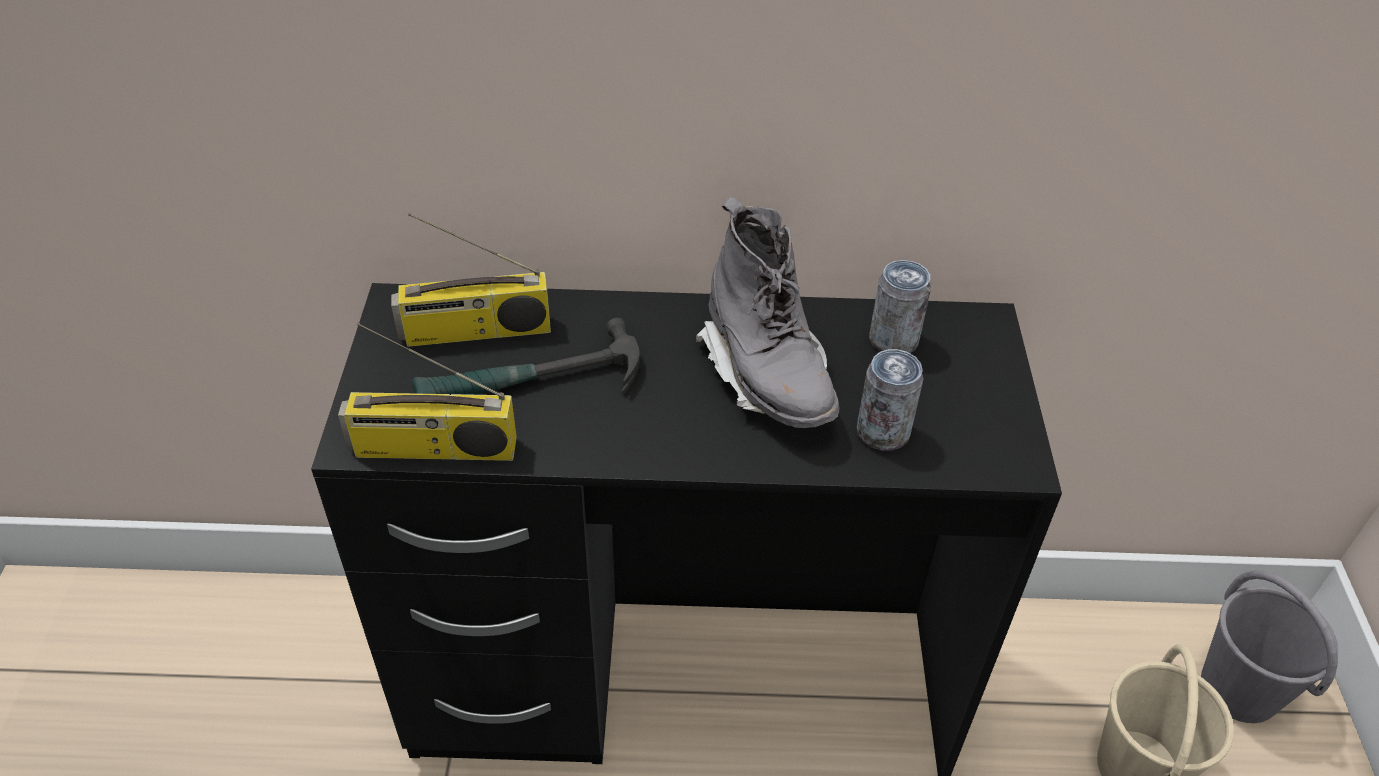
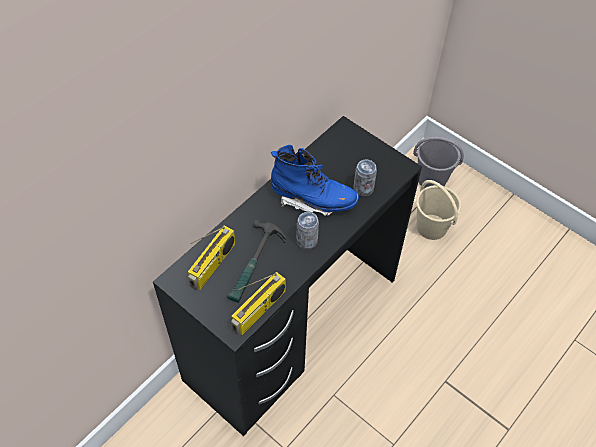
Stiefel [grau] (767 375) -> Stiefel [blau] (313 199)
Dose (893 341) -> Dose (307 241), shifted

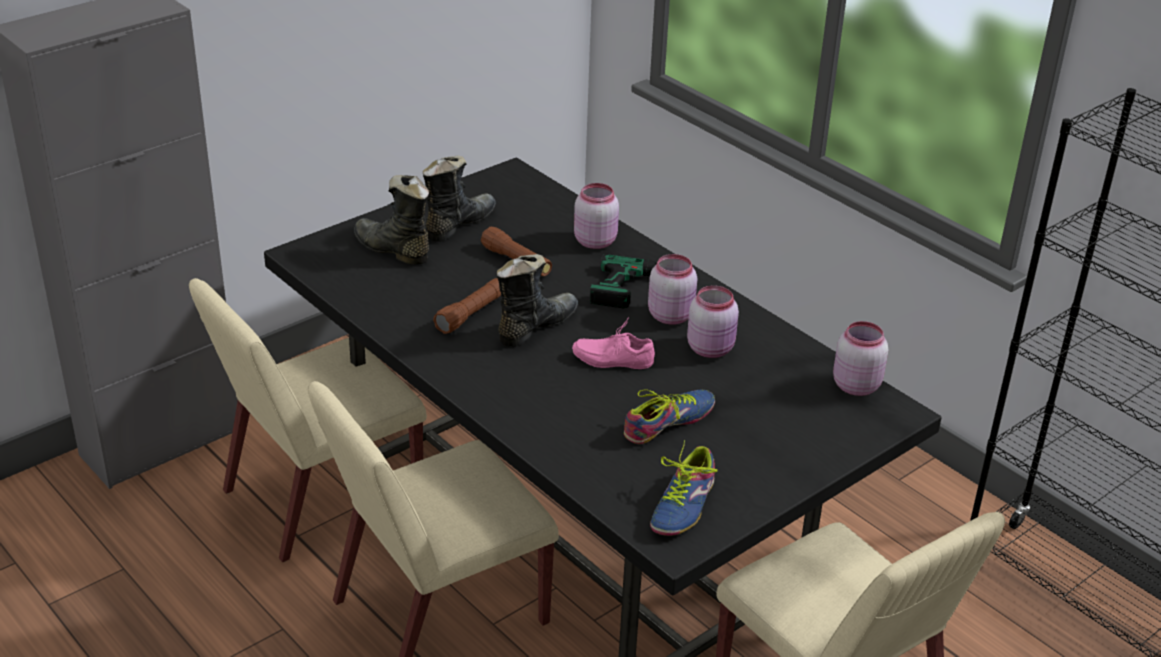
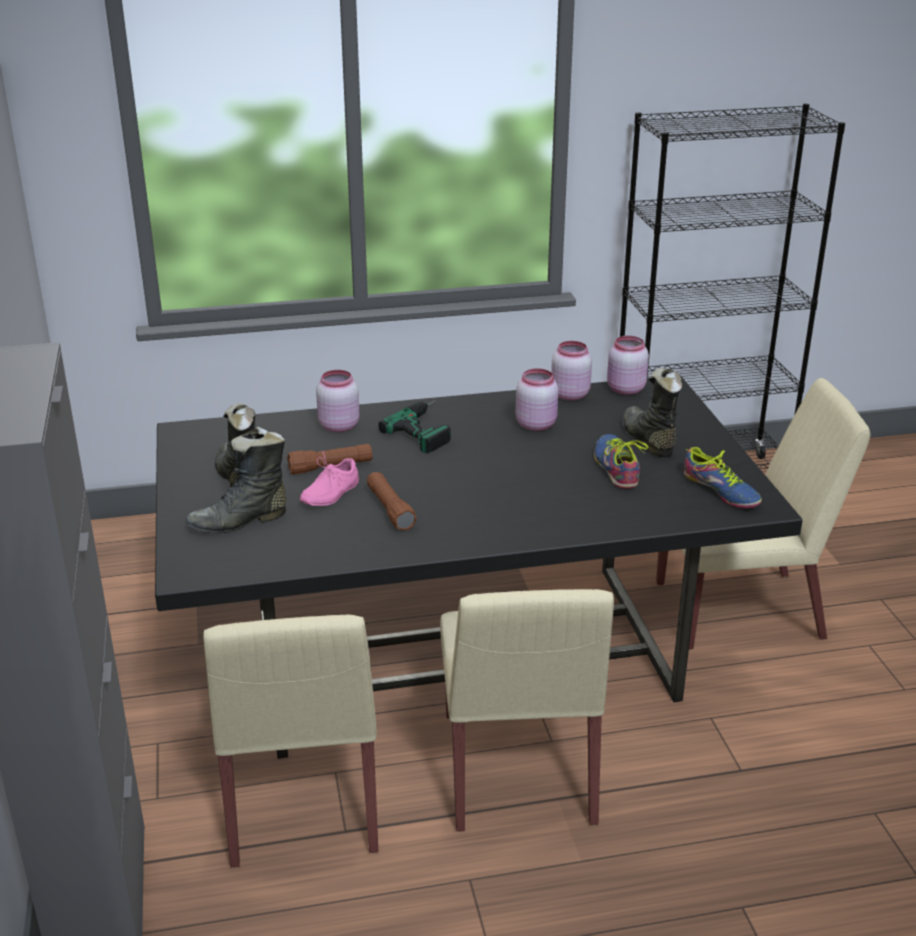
Schuh [rosa] (613 358) -> Schuh [rosa] (328 493), shifted
Vorratsglas [rosa] (671 315) -> Vorratsglas [rosa] (569 394), shifted
Stiefel [schwarz] (535 326) -> Stiefel [schwarz] (647 439), shifted

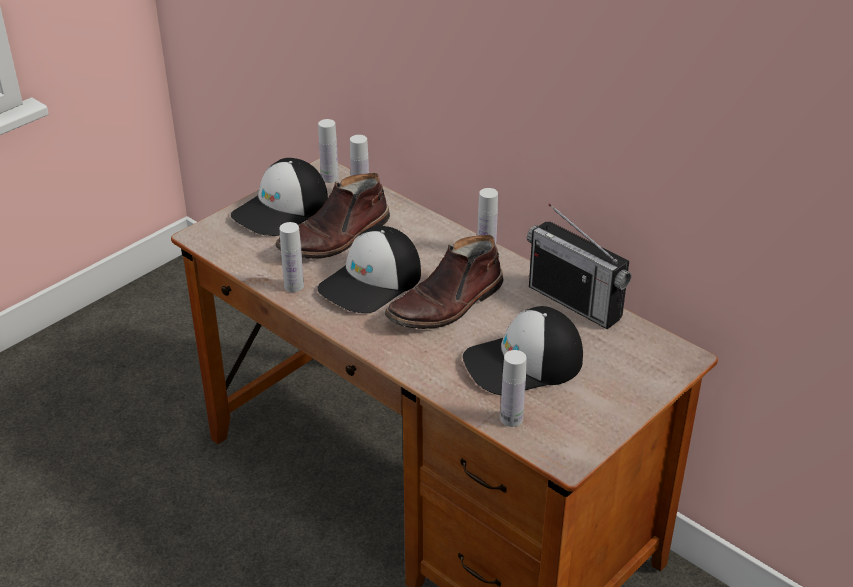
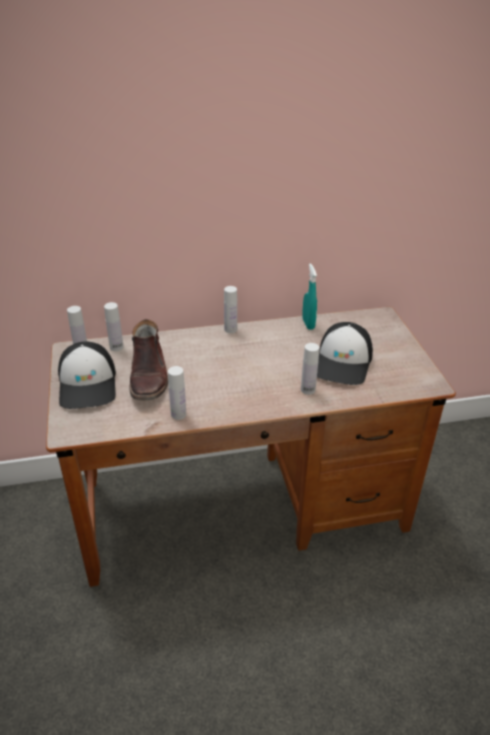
Flasche [weiß] (511 419) -> Flasche [weiß] (308 390), shifted
Radio (575 302) -> Sprühflasche [türkis] (308 324)
Kappe (371 282) -> none
Stiefel [braun] (447 305) -> none

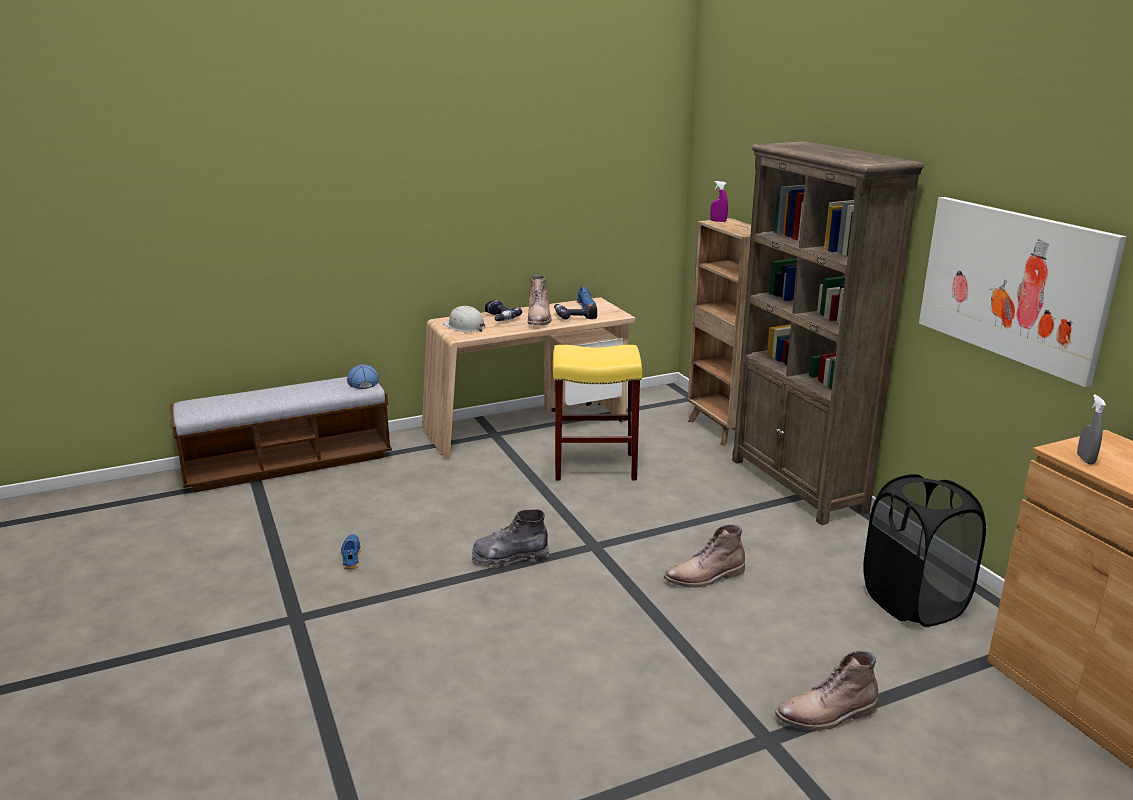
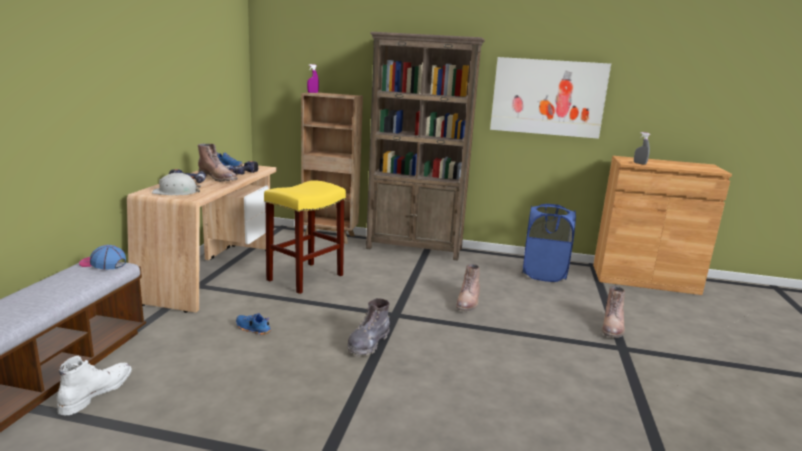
none -> Stiefel [weiß] (96 392)
Schuh [blau] (350 557) -> Schuh [blau] (252 329), shifted
Wäschekorb [schwarz] (913 602) -> Wäschekorb [blau] (543 274)

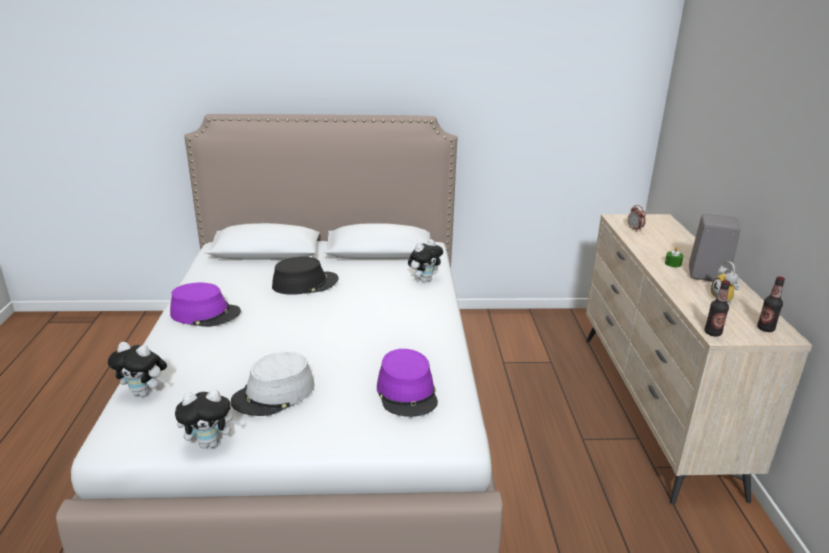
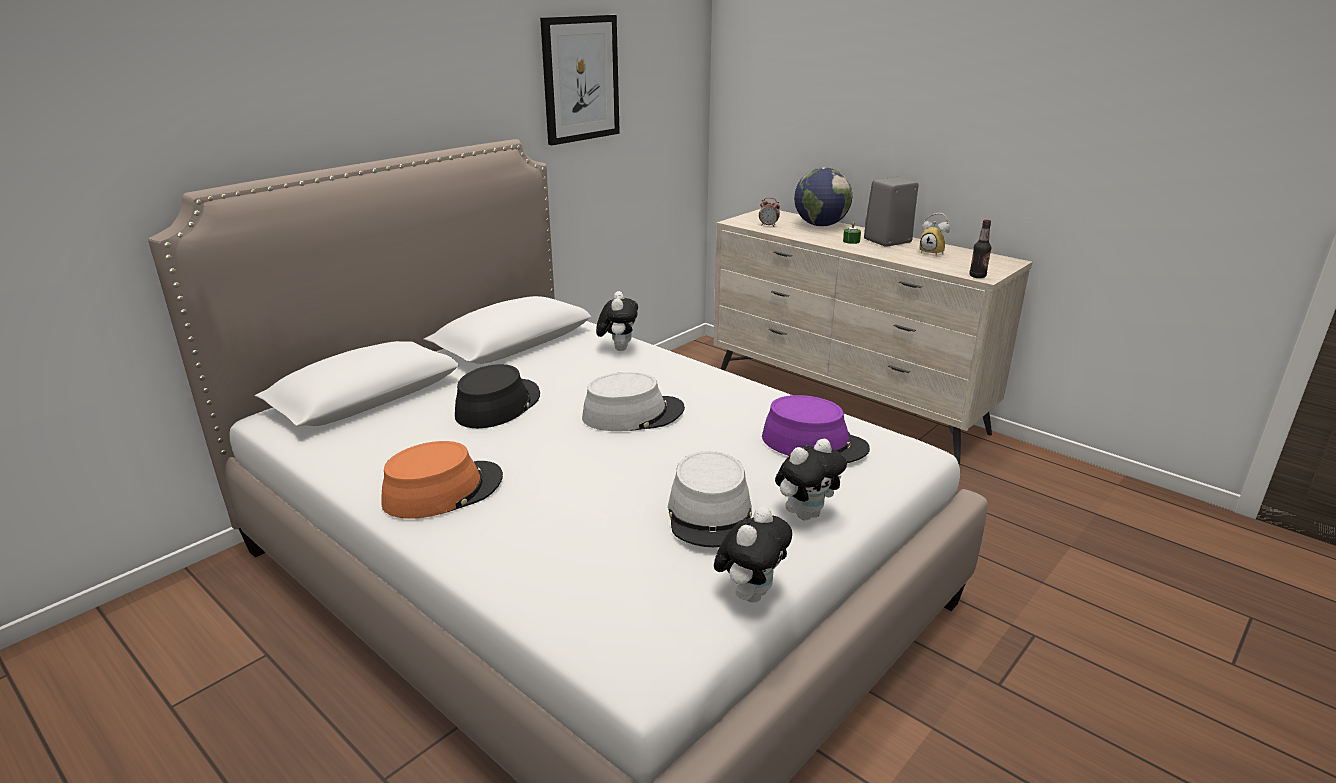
Hut [lila] (205 313) -> Hut [orange] (443 490)
none -> Bild (580 79)
none -> Hut [grau] (633 414)
Plüschtier (144 393) -> Plüschtier (806 514), shifted
none -> Globus (820 225)
Flasche (765 329) -> none

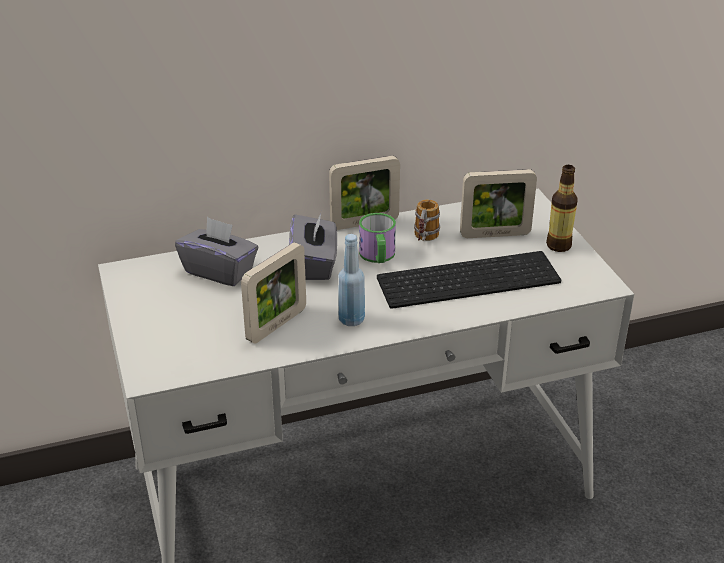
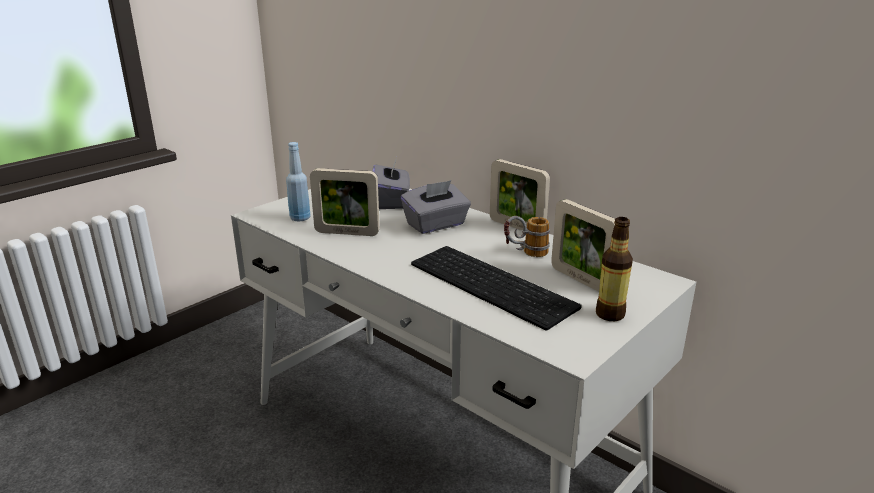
Flasche [blau] (351 320) -> Flasche [blau] (300 218), shifted
Henkelbecher (378 256) -> none

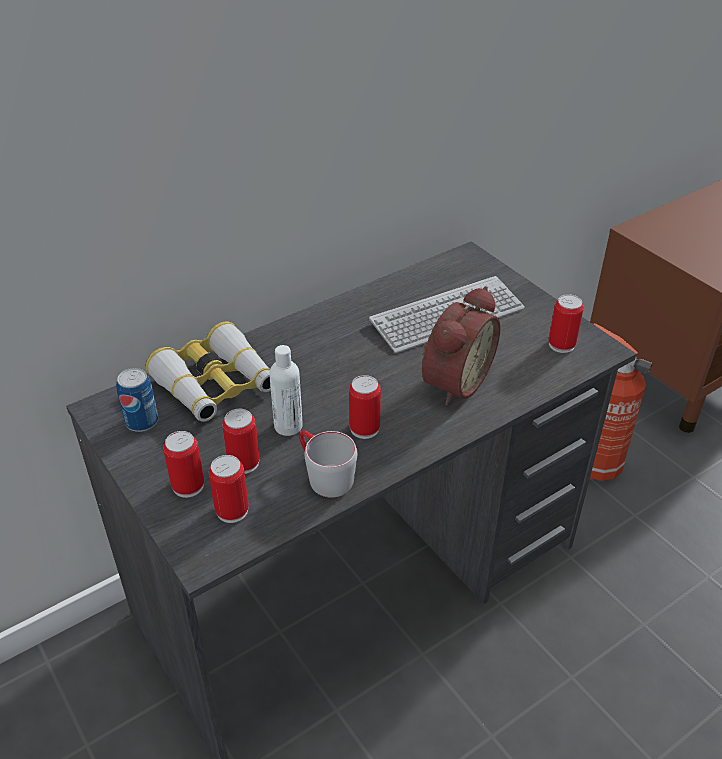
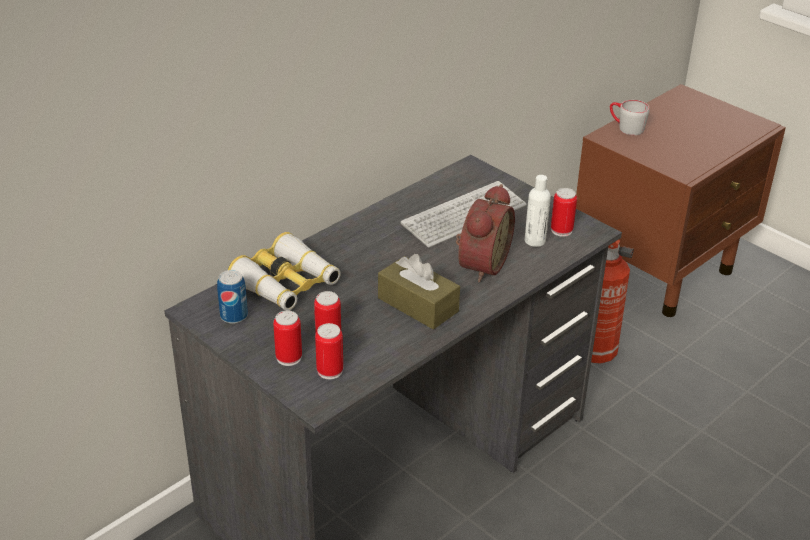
Dose (364 428) -> Taschentuchbox [braun] (418 305)
Flasche [weiß] (288 426) -> Flasche [weiß] (535 241), shifted
Henkelbecher [grau] (323 475) -> Henkelbecher [grau] (625 127), shifted

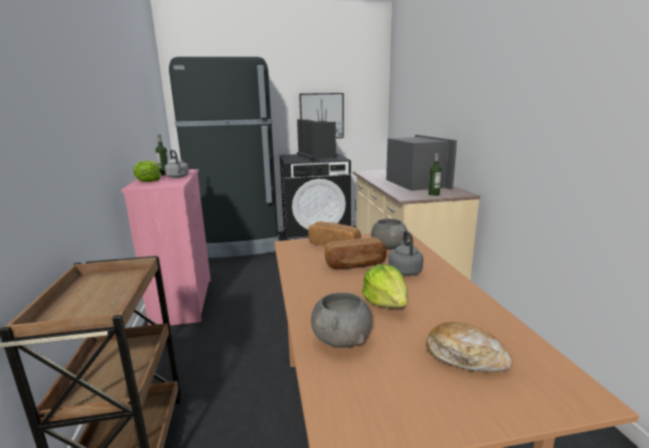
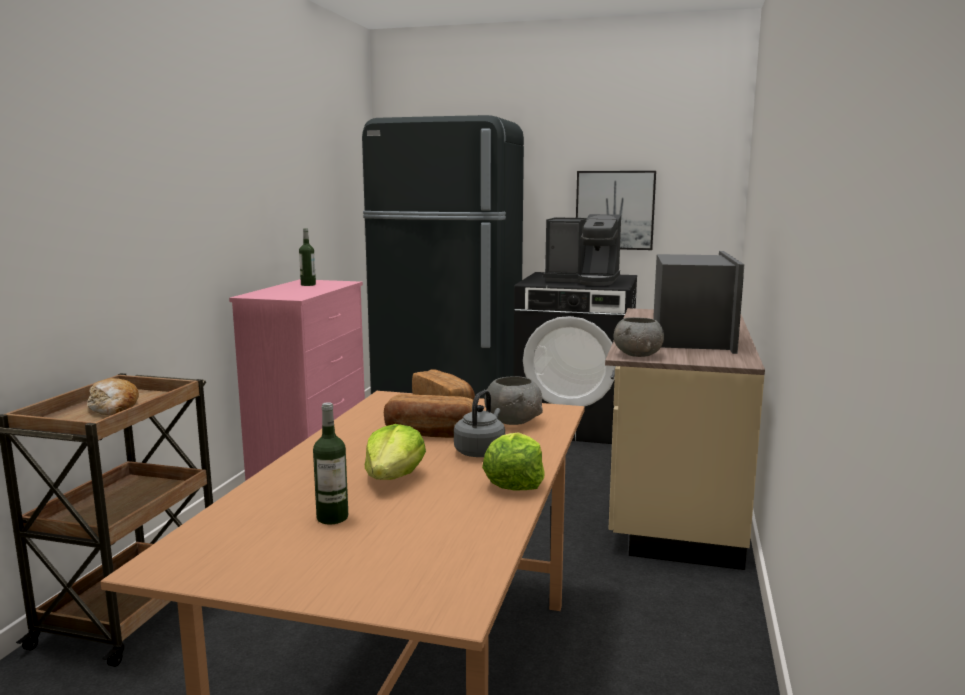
Brot (465 357) -> Brot (114 408), shifted
Flasche (434 194) -> Flasche (332 517), shifted
Salatkopf (149 180) -> Salatkopf (514 482), shifted
Kaffeemaschine (317 157) -> Kaffeemaschine (583 281), 105 degrees clockwise
Schüssel [grau] (341 340) -> Schüssel [grau] (638 355), shifted
Wasserkessel [grau] (178 177) -> none

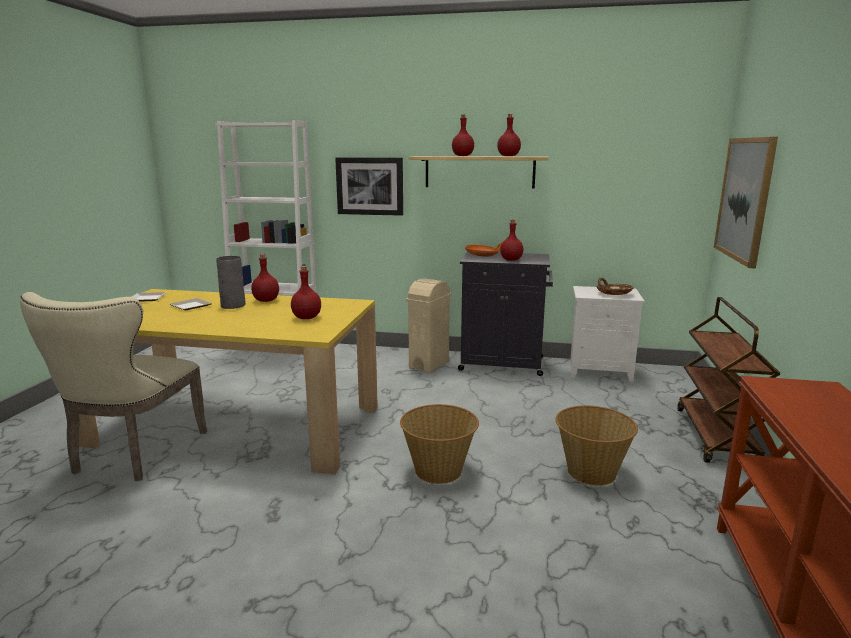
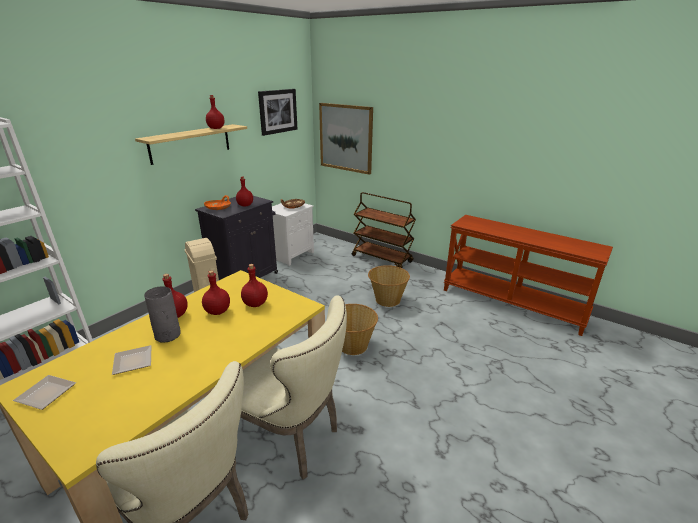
Flasche [rot] (462 156) -> Flasche [rot] (217 312), shifted
none -> Stuhl [beige] (291 438)
Bild (370 186) -> Bild (278 111), shifted

